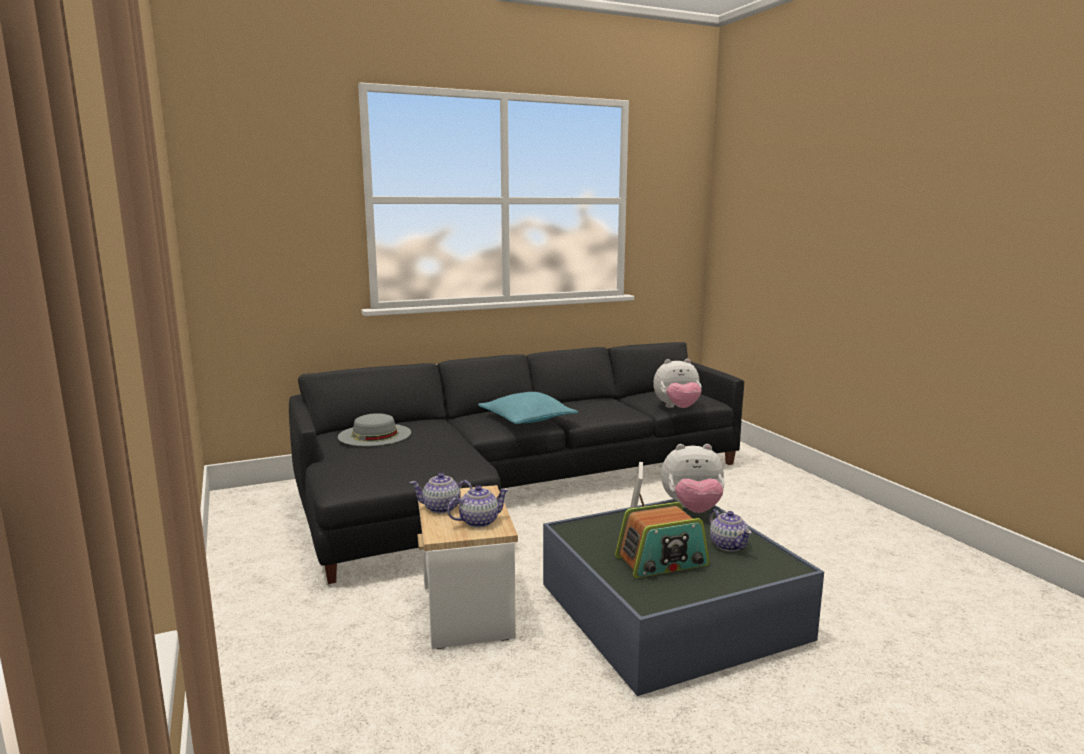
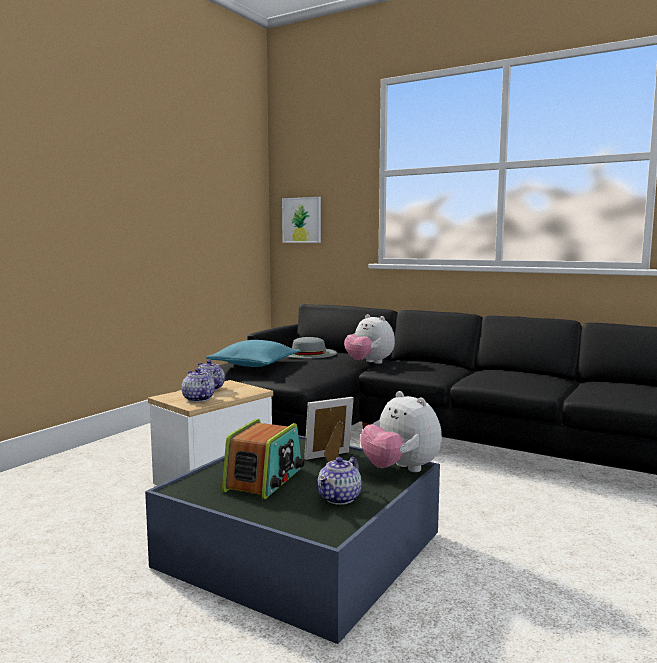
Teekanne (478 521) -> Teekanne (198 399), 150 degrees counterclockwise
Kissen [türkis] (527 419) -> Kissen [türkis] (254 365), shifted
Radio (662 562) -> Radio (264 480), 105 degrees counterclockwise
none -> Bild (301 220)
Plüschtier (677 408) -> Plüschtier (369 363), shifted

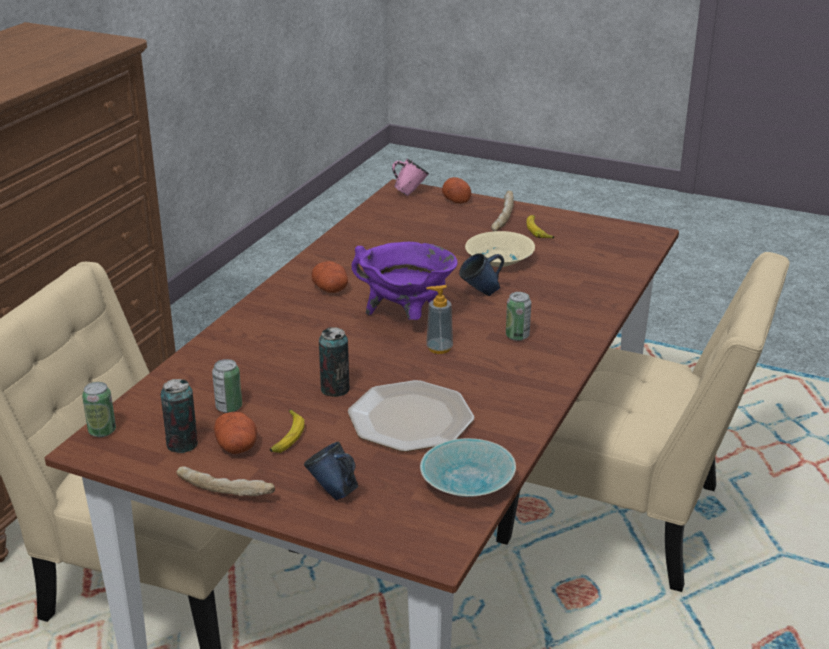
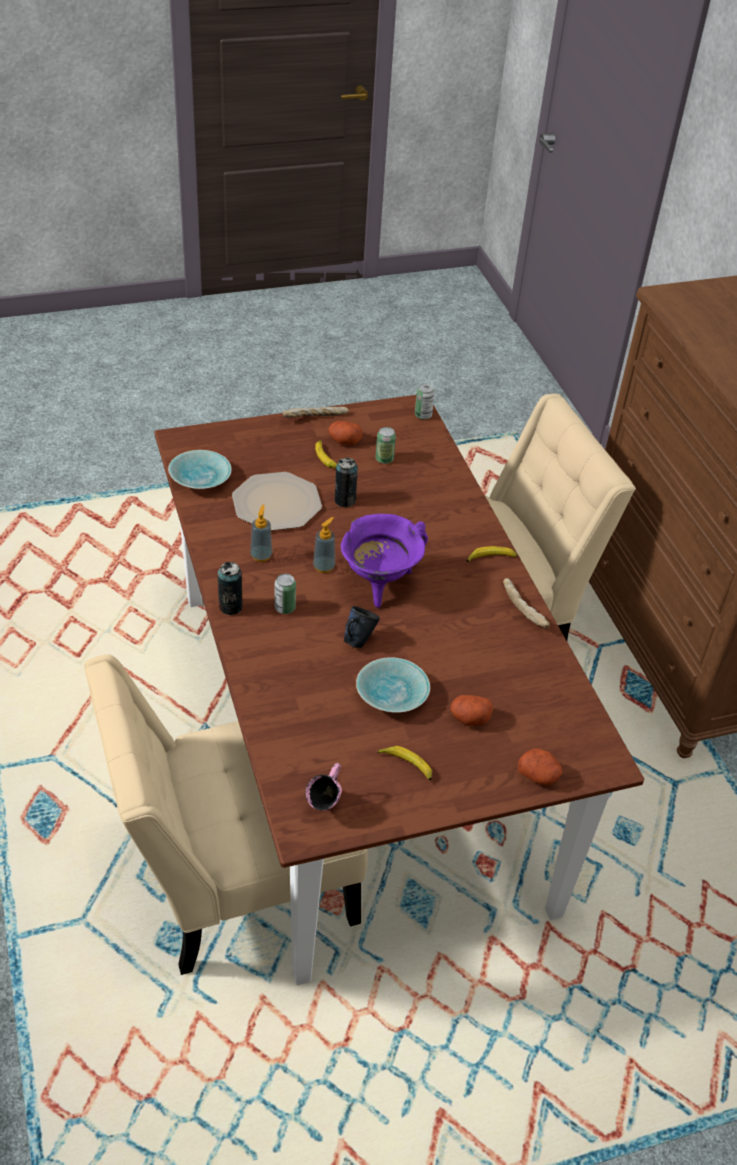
Dose (182 444) -> Dose (230 606), shifted
none -> Seifenspender (261 555)
Henkelbecher [rosa] (410 193) -> Henkelbecher [rosa] (326 805), shifted
Schüssel [beige] (500 261) -> Schüssel [türkis] (390 694)
Kartoffel (331 289) -> Kartoffel (469 718), shifted
none -> Banane (491 558)
Brot (501 218) -> Brot (524 608), shifted
Henkelbecher [blau] (333 493) -> none

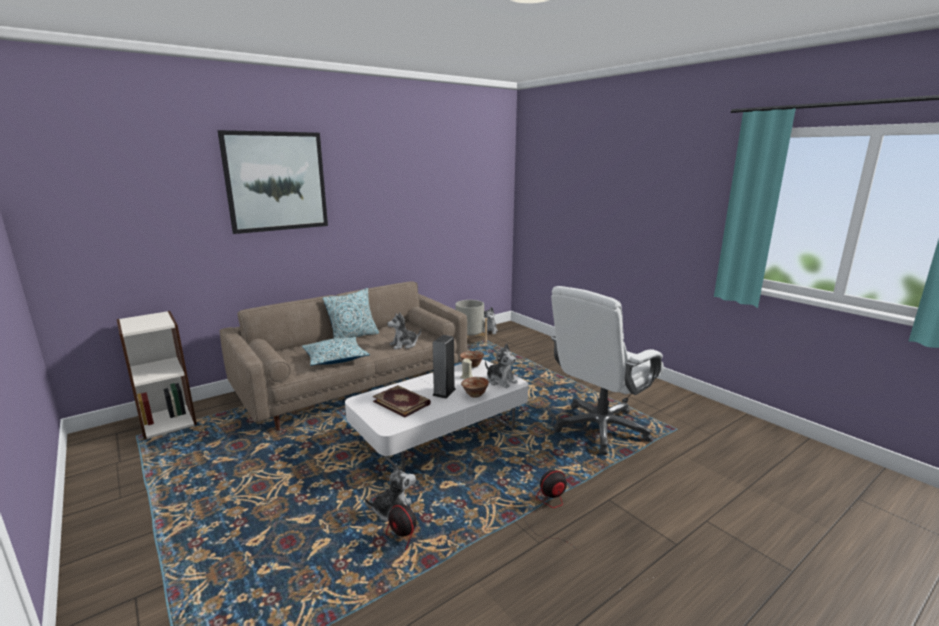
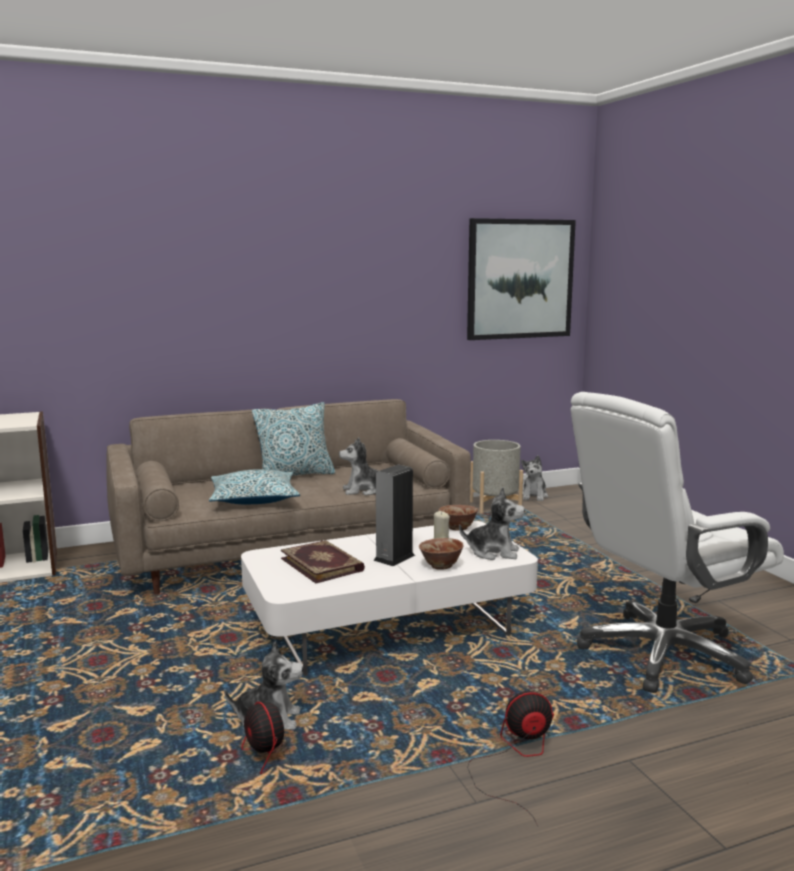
Plüschtier (501 381) -> Plüschtier (493 552), 45 degrees counterclockwise
Bild (276 181) -> Bild (520 279), shifted

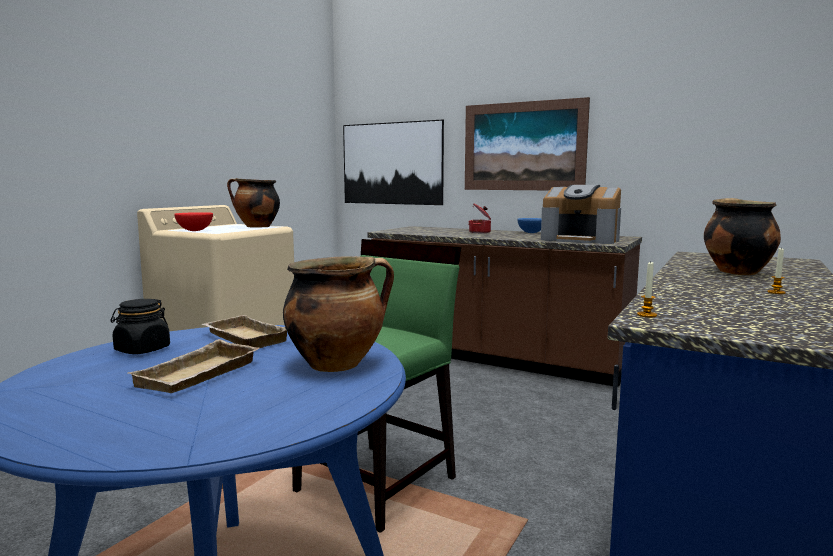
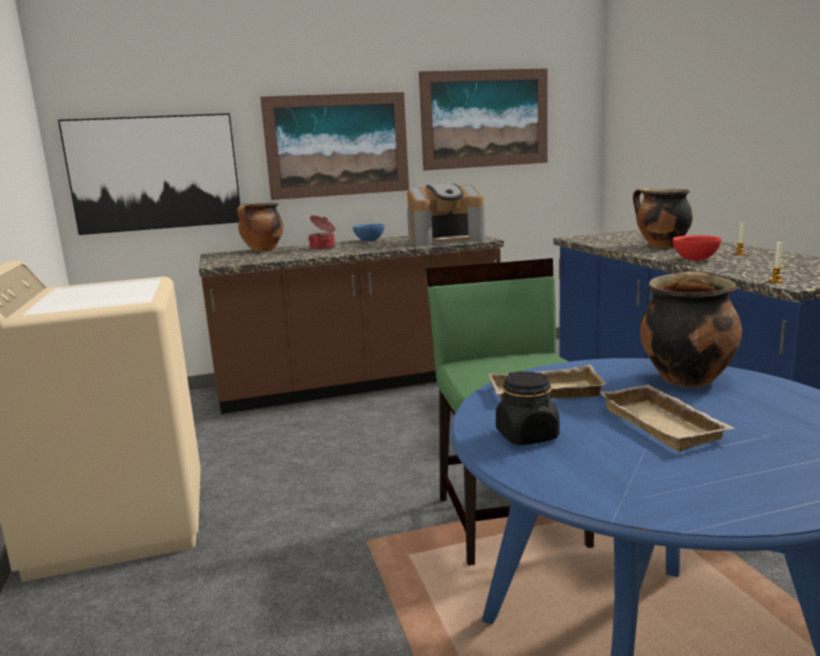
Kochtopf (256 227) -> Kochtopf (263 250), shifted
none -> Bild (485 119)
Schüssel [rot] (195 230) -> Schüssel [rot] (695 259), shifted

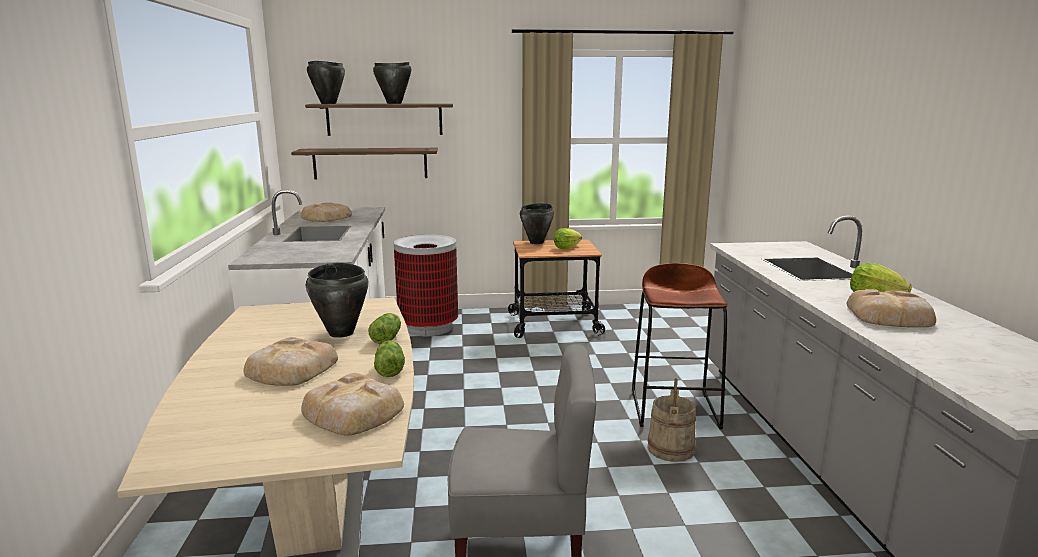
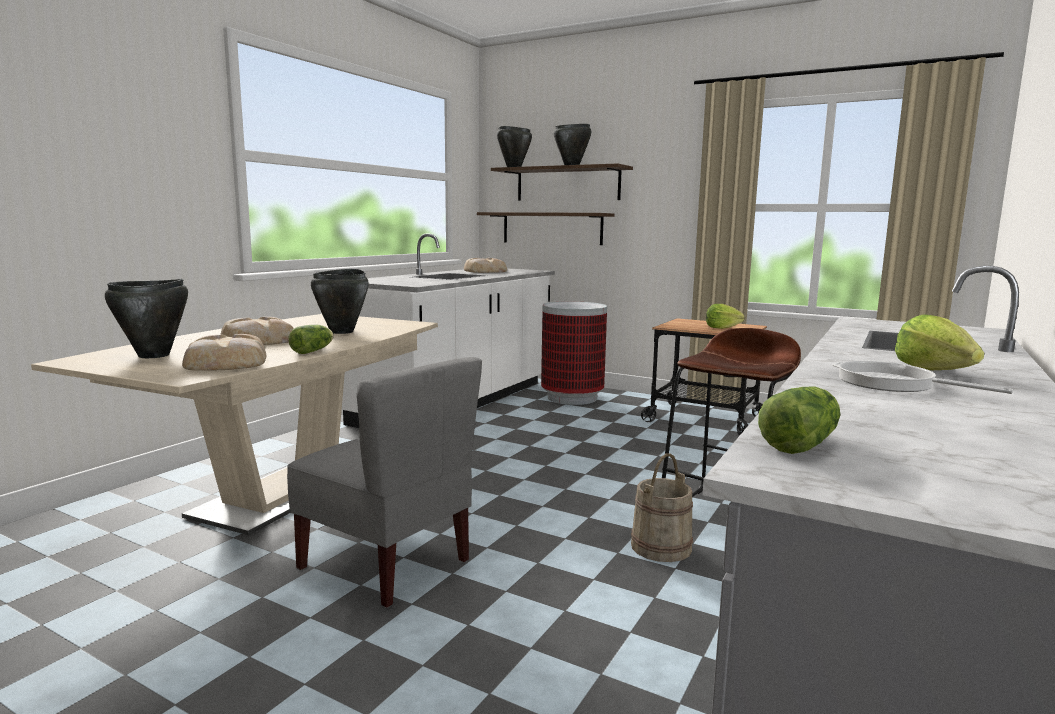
Kochtopf [schwarz] (537 242) -> Kochtopf [schwarz] (154 355), shifted
Salatkopf (387 338) -> Salatkopf (802 443), shifted
Brot (891 317) -> Pfanne (892 383)

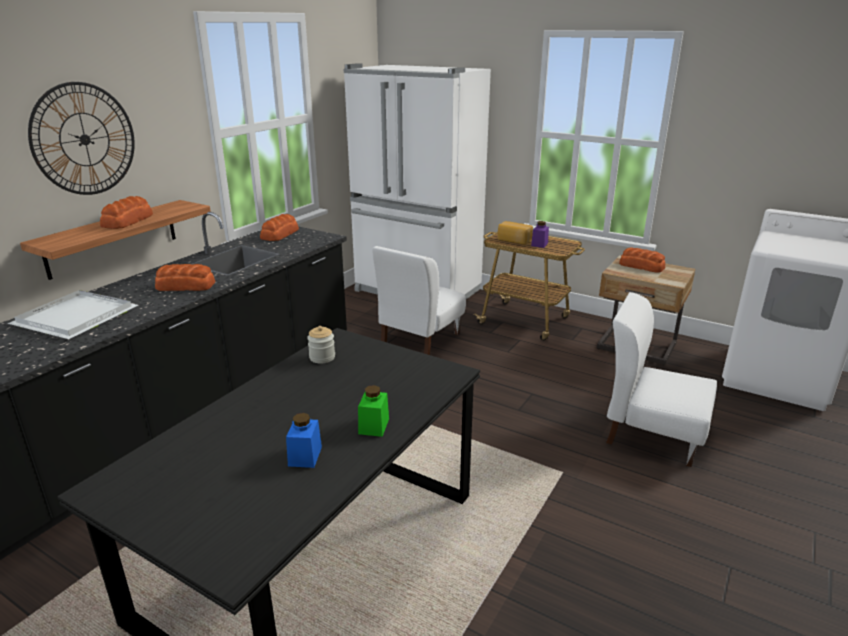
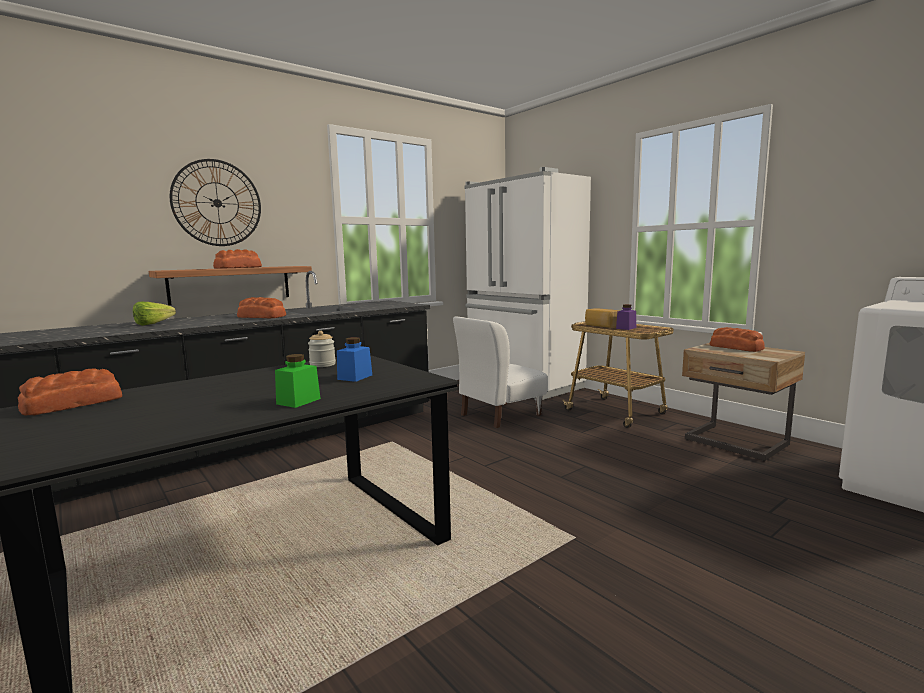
Brot (280 234) -> Brot (74 404), shifted
Tablett [weiß] (73 318) -> Salatkopf (157 324)
Vorratsglas [blau] (305 456) -> Vorratsglas [blau] (355 377), shifted
Stuhl [weiß] (652 434) -> none

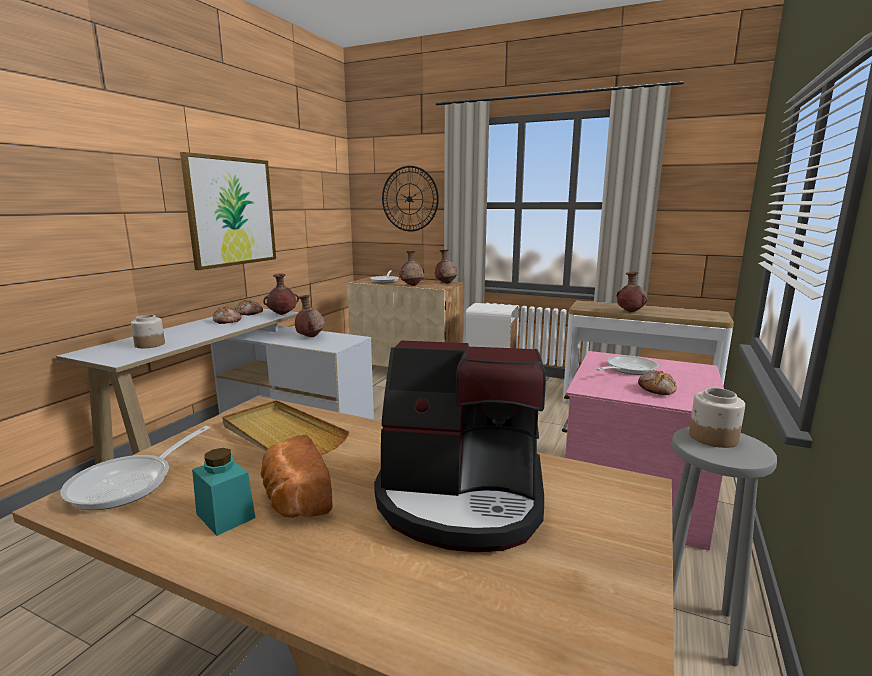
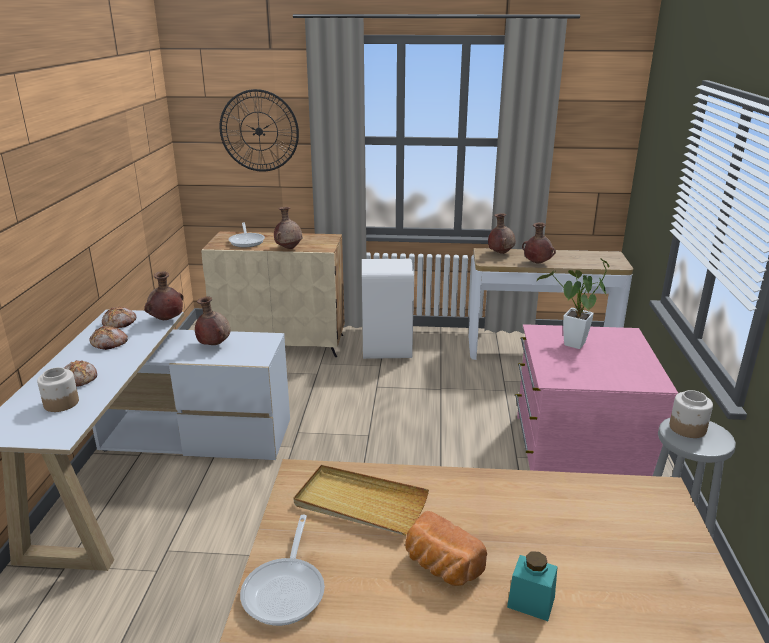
Brot (657 389) -> Brot (80 379), shifted
Vase [braun] (446 283) -> Vase [braun] (500 253), shifted
Vorratsglas [türkis] (225 515) -> Vorratsglas [türkis] (531 602), shifted
Pfanne (628 369) -> Topfpflanze (572 346)
Bild (231 211) -> none
Kaffeemaschine (461 498) -> none

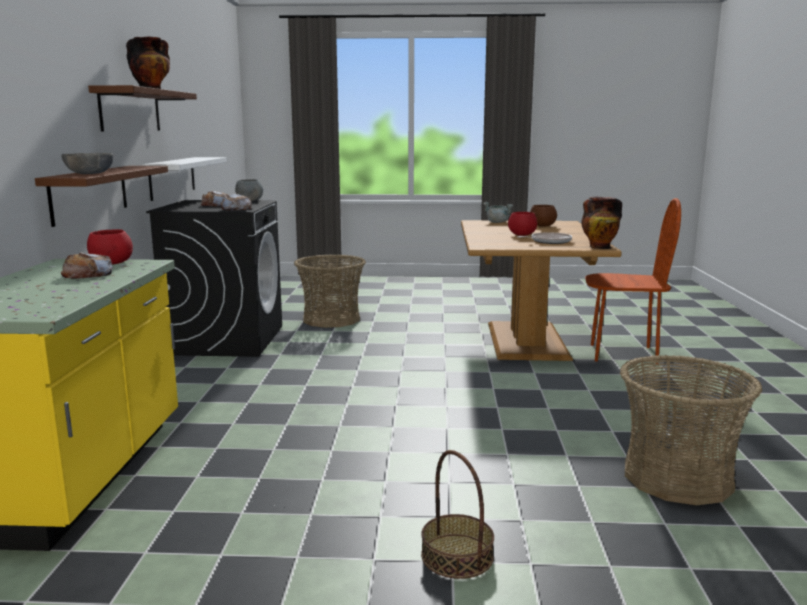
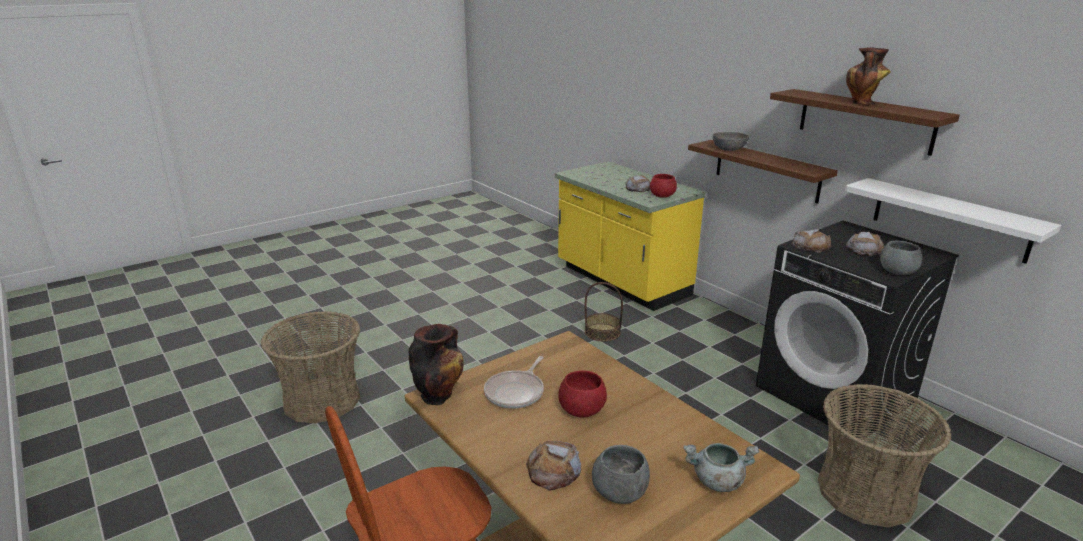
none -> Brot (553 470)
Korb (456 556) -> Korb (602 332), shifted
Schüssel [braun] (542 226) -> Schüssel [grau] (619 493)

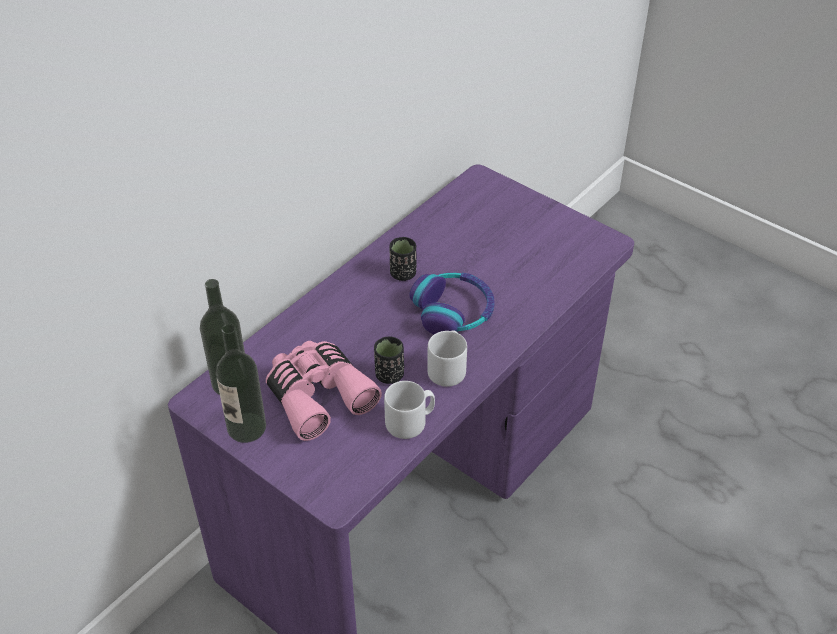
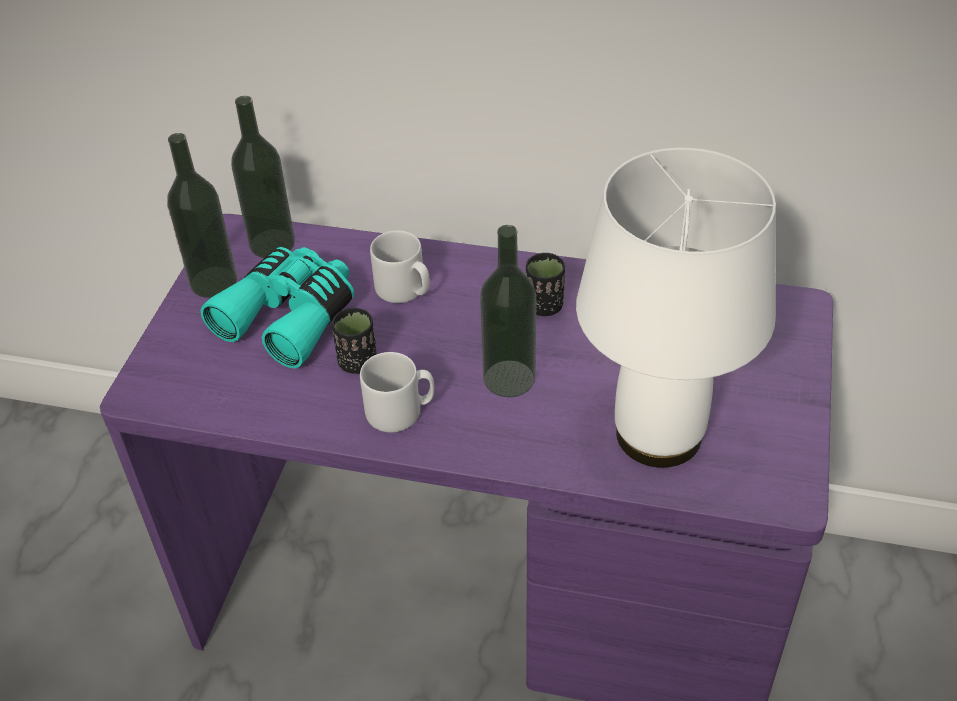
Fernglas [rosa] (318 395) -> Fernglas [türkis] (290 316)
Henkelbecher [grau] (410 422) -> Henkelbecher [grau] (404 290), shifted
Kopfhörer (453 311) -> Flasche (509 378)
none -> Tischlampe [weiß] (658 436)

